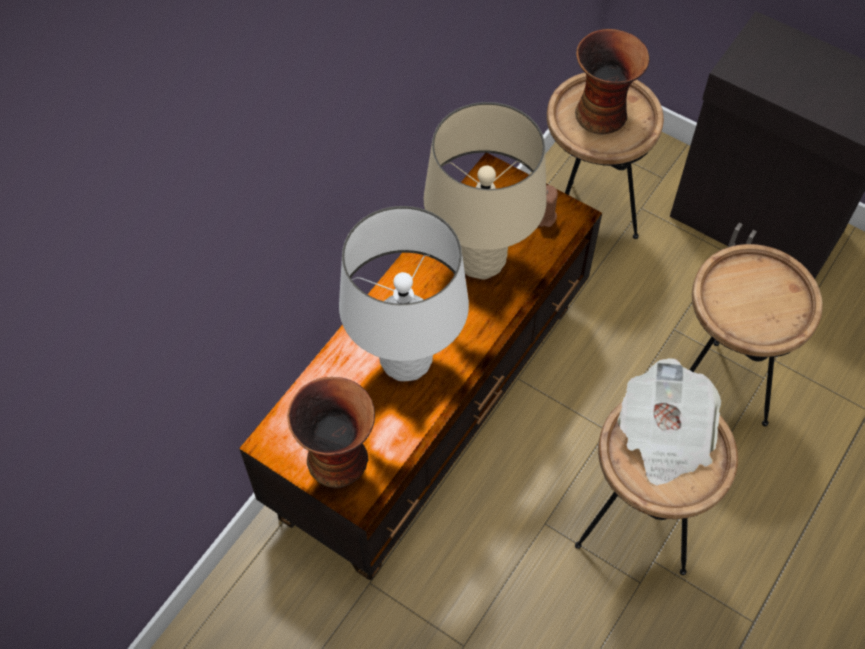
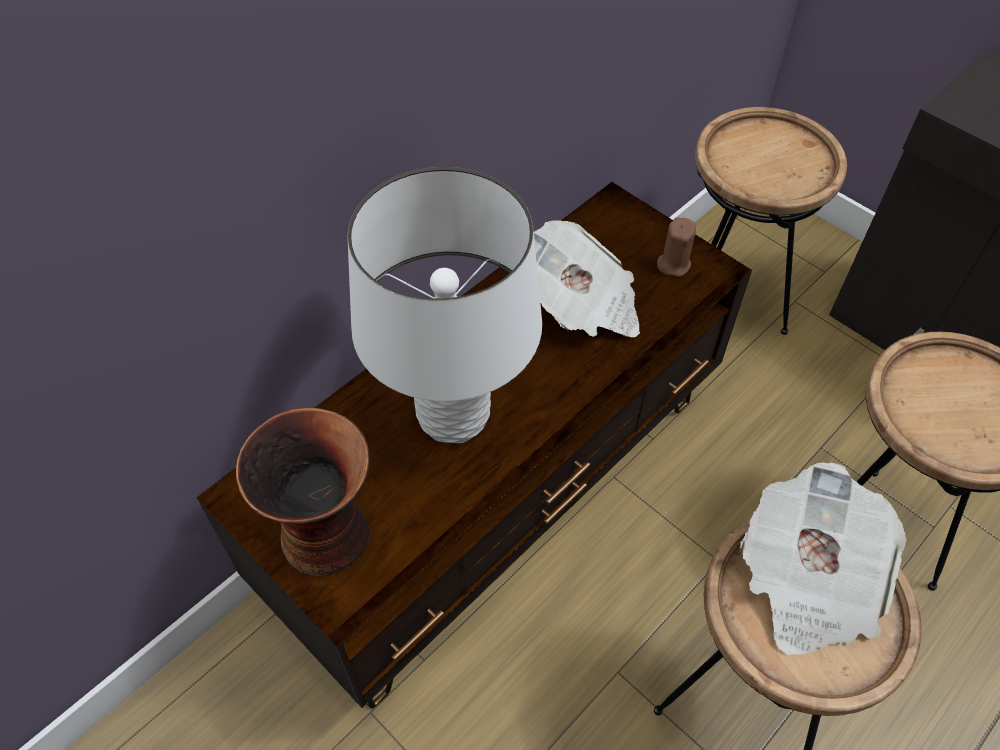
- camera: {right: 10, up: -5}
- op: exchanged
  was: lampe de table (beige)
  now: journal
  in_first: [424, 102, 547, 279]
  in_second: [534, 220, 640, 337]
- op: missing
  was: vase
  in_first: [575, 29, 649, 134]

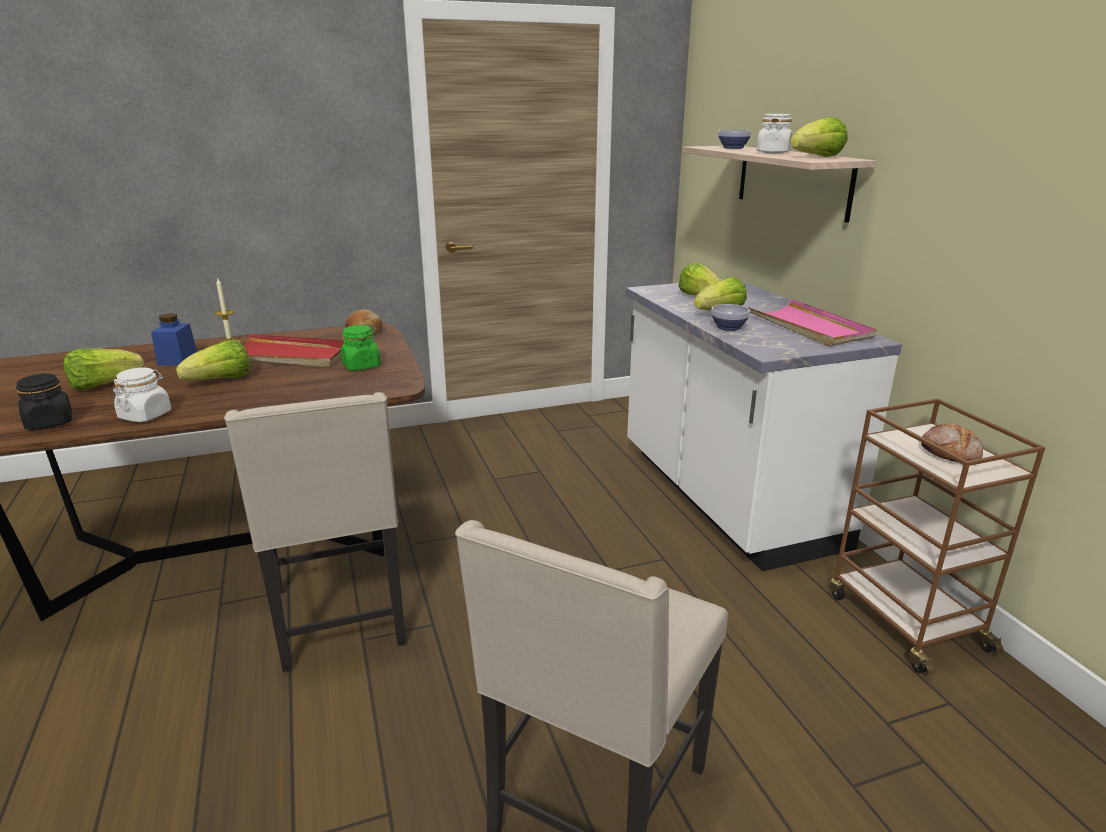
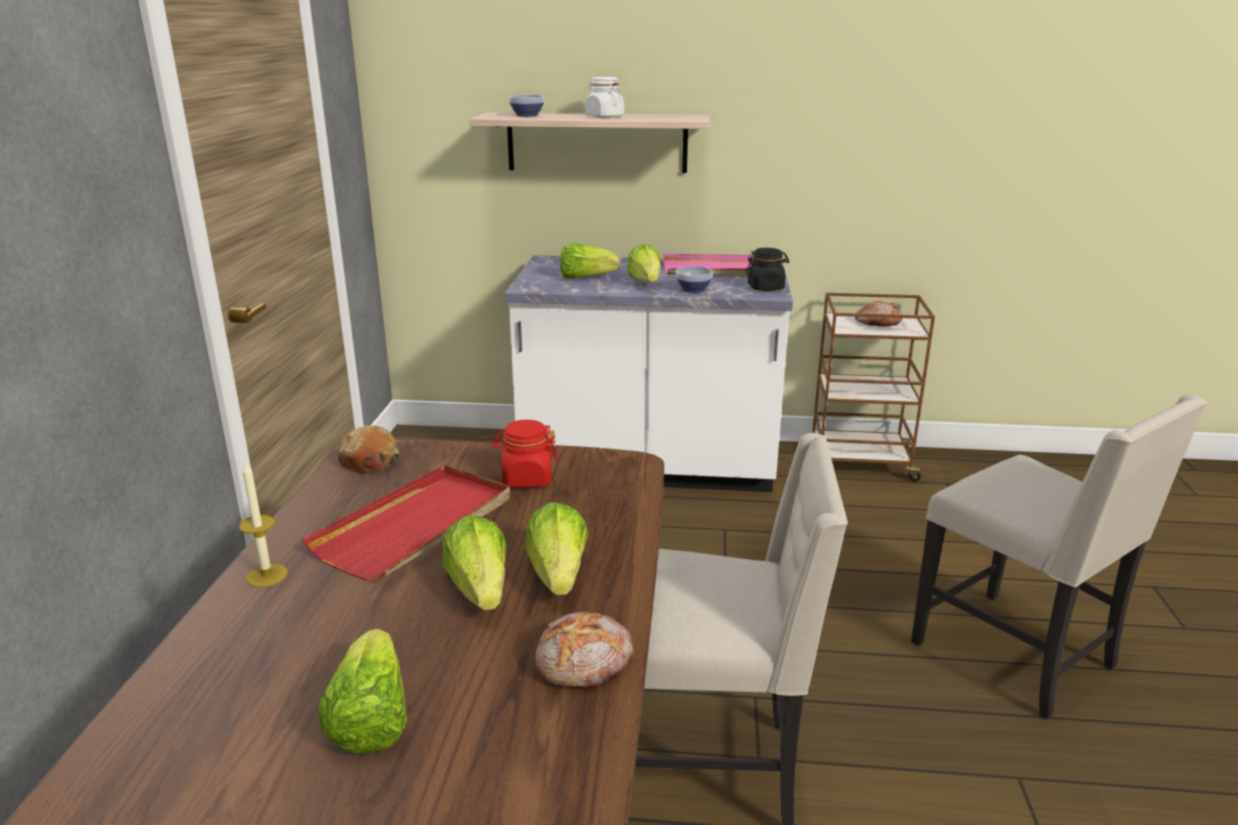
- camera: {right: -65, up: 0}
- op: colour
  was: bocal (vert)
  now: bocal (rouge)
  in_first: [340, 325, 380, 371]
  in_second: [493, 420, 558, 488]
- op: relocated
  was: laitue
  in_first: [790, 117, 847, 157]
  in_second: [525, 502, 588, 595]
- op: exchanged
  was: bocal (blanc)
  now: pain
  in_first: [113, 367, 171, 422]
  in_second: [535, 612, 633, 688]
- op: relocated
  was: bocal (noir)
  in_first: [16, 373, 72, 430]
  in_second: [746, 248, 790, 291]
- op: missing
  was: bocal (bleu)
  in_first: [151, 313, 197, 365]

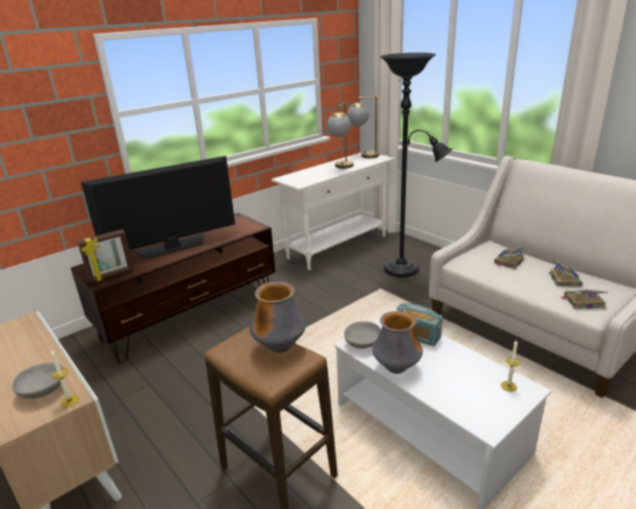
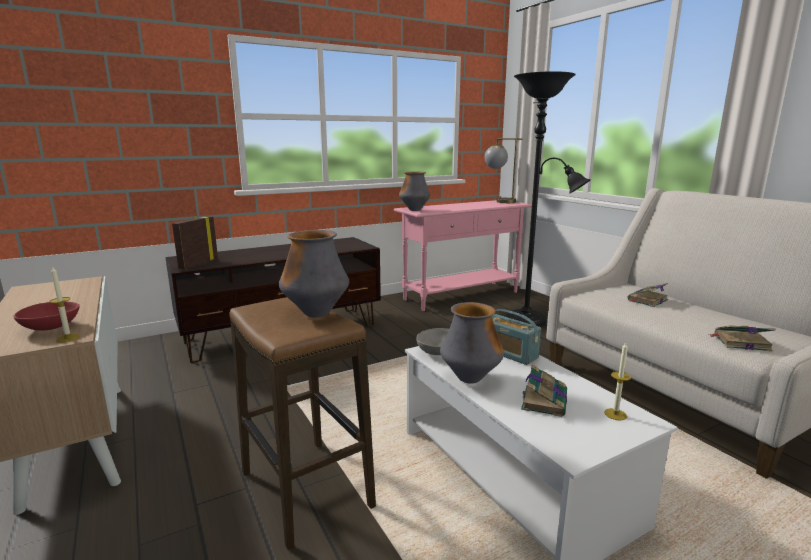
- camera: {right: 10, up: -10}
- op: colour
  was: bol (gris)
  now: bol (rouge)
  in_first: [12, 363, 65, 399]
  in_second: [13, 302, 80, 331]
- op: spun
  was: cadre photo
  in_first: [77, 229, 134, 283]
  in_second: [172, 216, 218, 270]
  clockwise: 135
- op: colour
  was: table console (blanc)
  now: table console (rose)
  in_first: [271, 152, 395, 270]
  in_second: [394, 200, 532, 311]
- op: appeared
  now: vase
  in_second: [399, 172, 430, 211]
- op: relocated
  was: livre
  in_first: [549, 260, 583, 287]
  in_second: [521, 364, 567, 417]
- op: missing
  was: téléviseur
  in_first: [81, 156, 235, 259]
- op: missing
  was: lampe de table
  in_first: [327, 102, 354, 169]

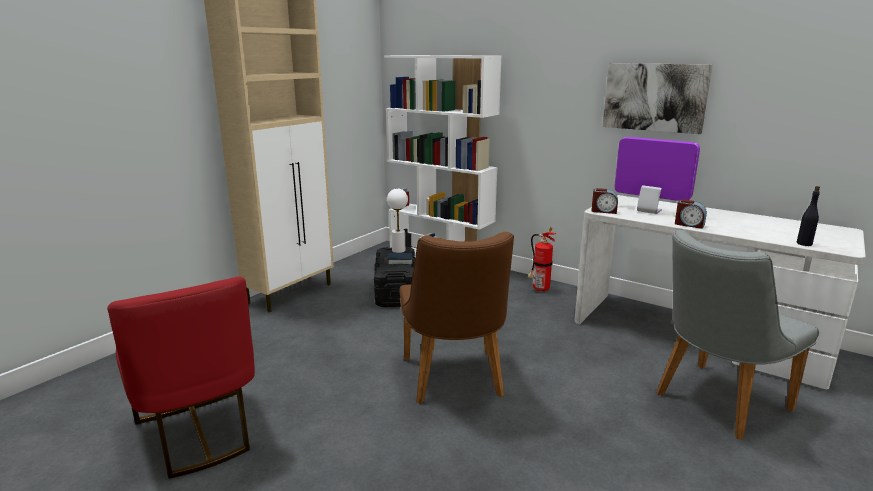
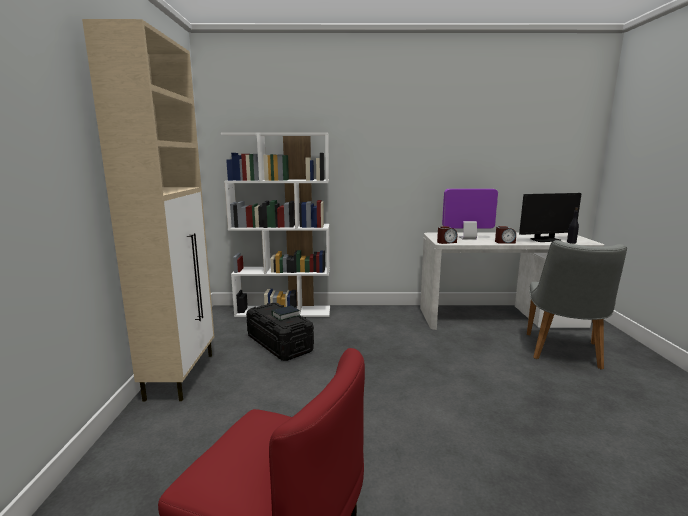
- camera: {right: -35, up: -5}
- op: appeared
  now: écran d'ordinateur
  in_second: [519, 193, 581, 242]
- op: missing
  was: lampe de table (blanc)
  in_first: [387, 188, 408, 253]
- op: missing
  was: chaise (marron)
  in_first: [399, 232, 514, 404]
- op: missing
  was: extincteur
  in_first: [528, 227, 556, 292]
- op: missing
  was: tableau
  in_first: [603, 63, 713, 134]

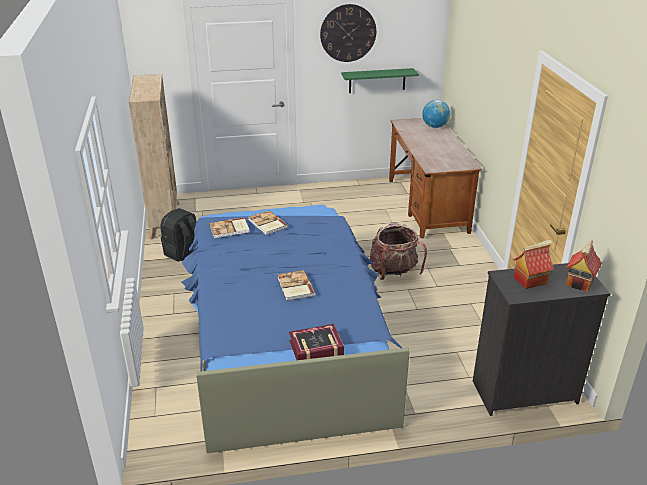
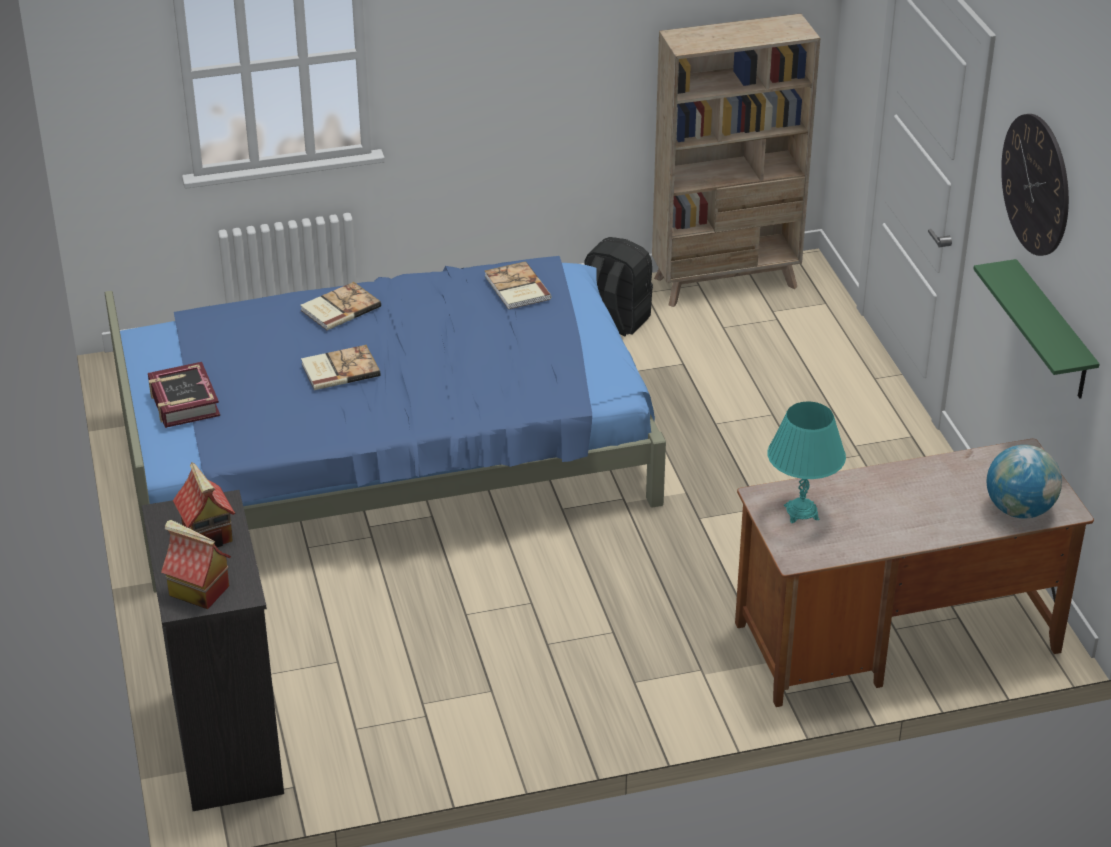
- camera: {right: 85, up: 5}
- op: relocated
  was: livre
  in_first: [248, 210, 288, 235]
  in_second: [300, 282, 381, 330]
- op: appeared
  now: lampe de table (turquoise)
  in_second: [767, 402, 846, 523]
- op: missing
  was: sac à dos
  in_first: [370, 222, 427, 280]

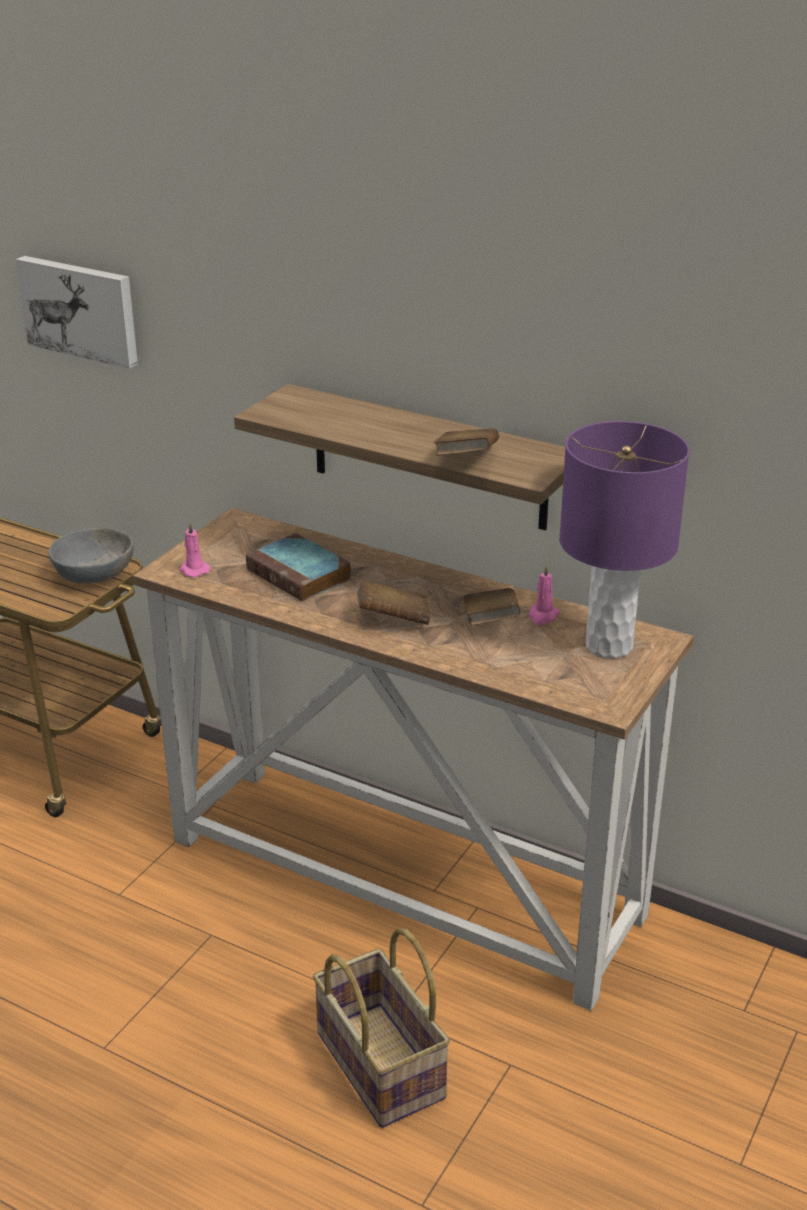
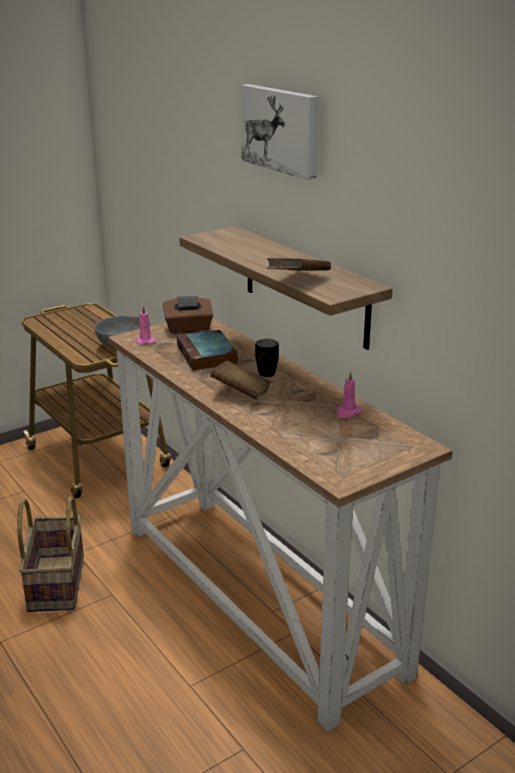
- camera: {right: 25, up: -5}
- op: relocated
  was: panier
  in_first: [313, 927, 450, 1128]
  in_second: [17, 496, 84, 612]
- op: appeared
  now: boîte à mouchoirs (marron)
  in_second: [163, 296, 213, 334]
- op: relocated
  was: tableau
  in_first: [16, 256, 138, 369]
  in_second: [241, 84, 319, 180]
- op: appeared
  now: mug (noir)
  in_second: [255, 339, 279, 377]
- op: missing
  was: livre (marron)
  in_first: [464, 588, 521, 625]
- op: missing
  was: lampe de table (violet)
  in_first: [559, 421, 689, 659]

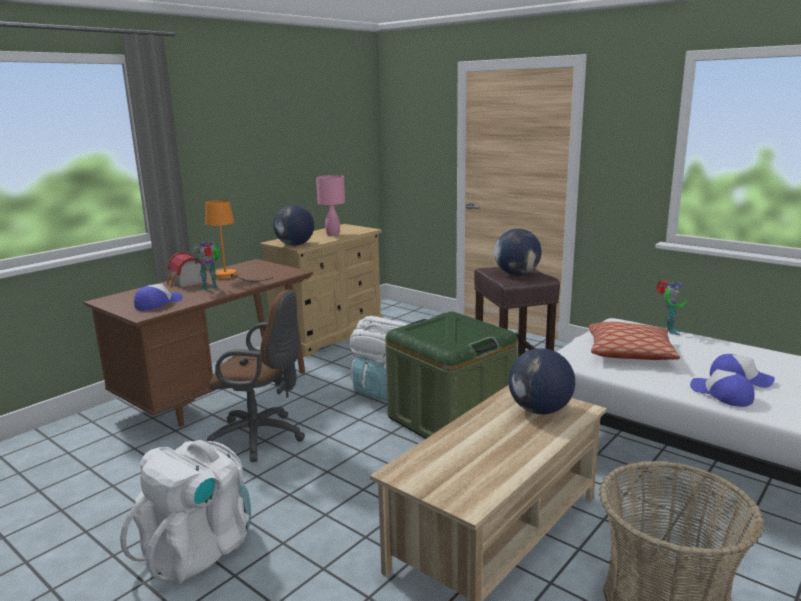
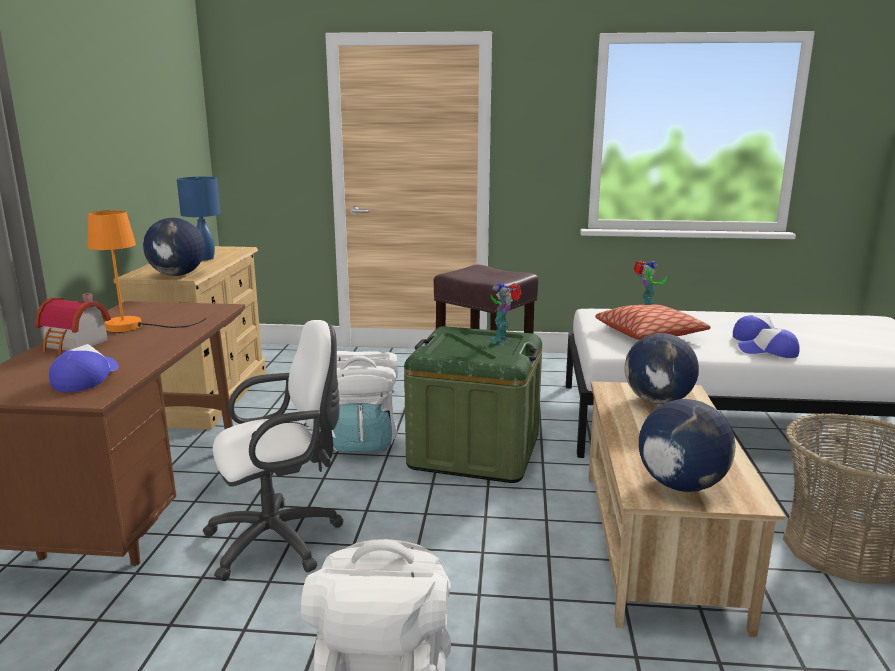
- camera: {right: -35, up: 0}
- op: colour
  was: lampe de table (rose)
  now: lampe de table (bleu)
  in_first: [316, 175, 345, 236]
  in_second: [177, 177, 220, 260]
- op: colour
  was: chaise de bureau (marron)
  now: chaise de bureau (blanc)
  in_first: [206, 290, 305, 462]
  in_second: [203, 320, 344, 581]
- op: relocated
  was: robot jouet
  in_first: [193, 242, 220, 291]
  in_second: [487, 282, 522, 345]
- op: relocated
  was: globe
  in_first: [494, 228, 542, 275]
  in_second: [639, 399, 735, 492]

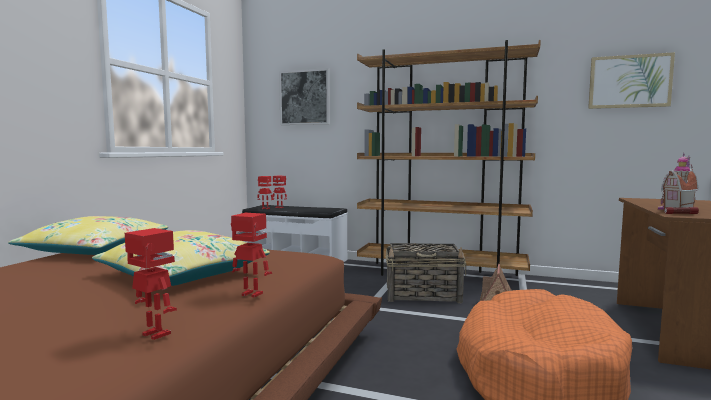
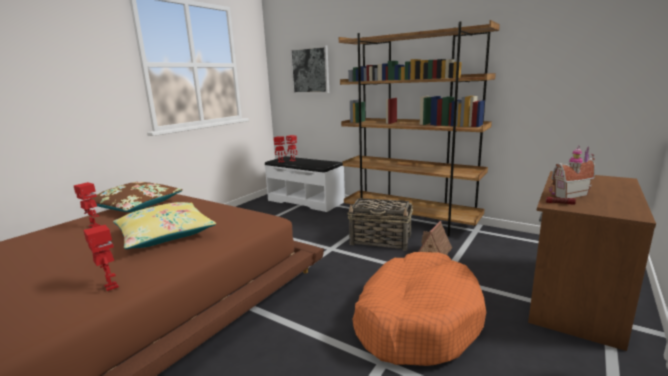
- camera: {right: 15, up: 10}
- op: relocated
  was: robot jouet
  in_first: [231, 213, 272, 297]
  in_second: [74, 182, 101, 228]
- op: colour
  was: coussin (jaune)
  now: coussin (marron)
  in_first: [8, 216, 168, 255]
  in_second: [90, 182, 183, 212]
- op: missing
  was: tableau
  in_first: [588, 52, 675, 109]

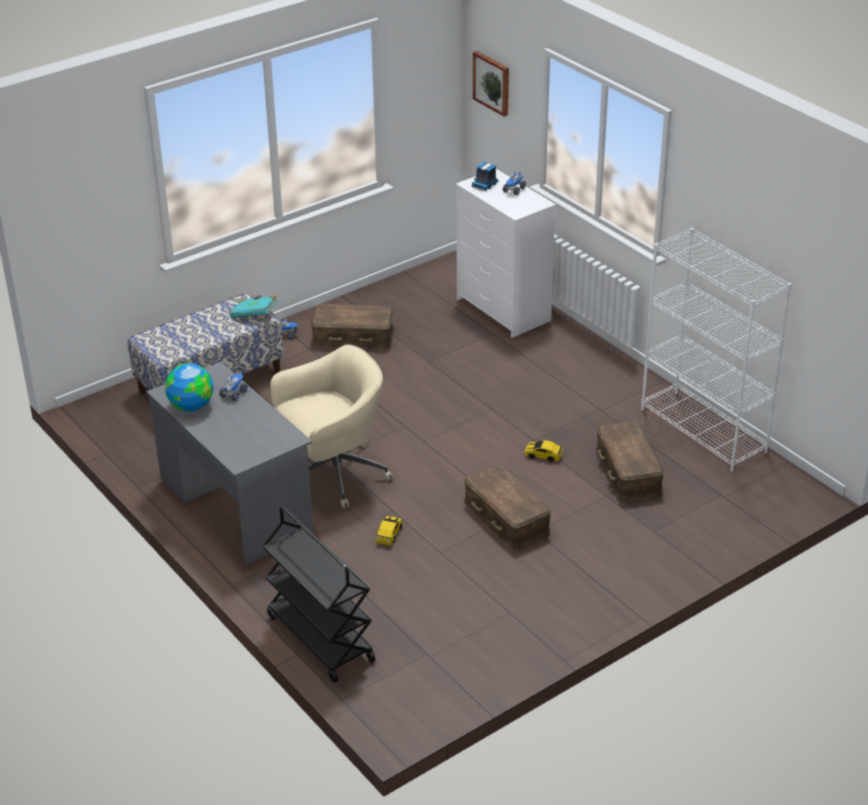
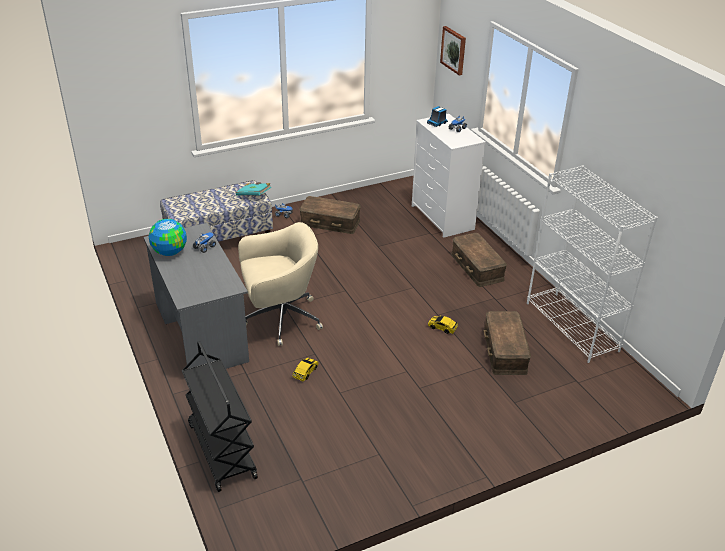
- camera: {right: 10, up: 0}
- op: relocated
  was: boîte de rangement (marron)
  in_first: [464, 465, 551, 550]
  in_second: [451, 233, 507, 287]

